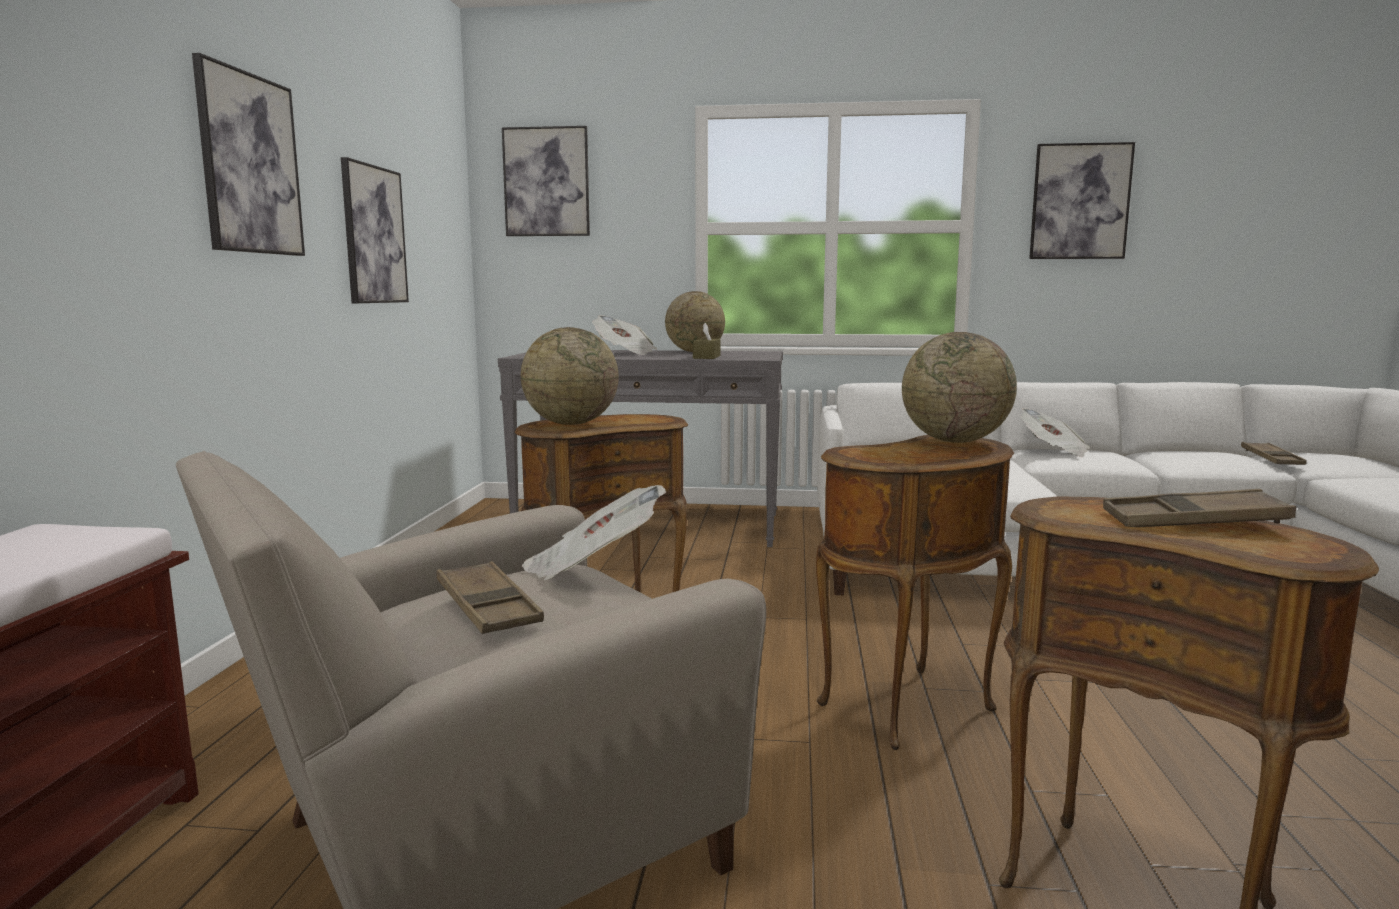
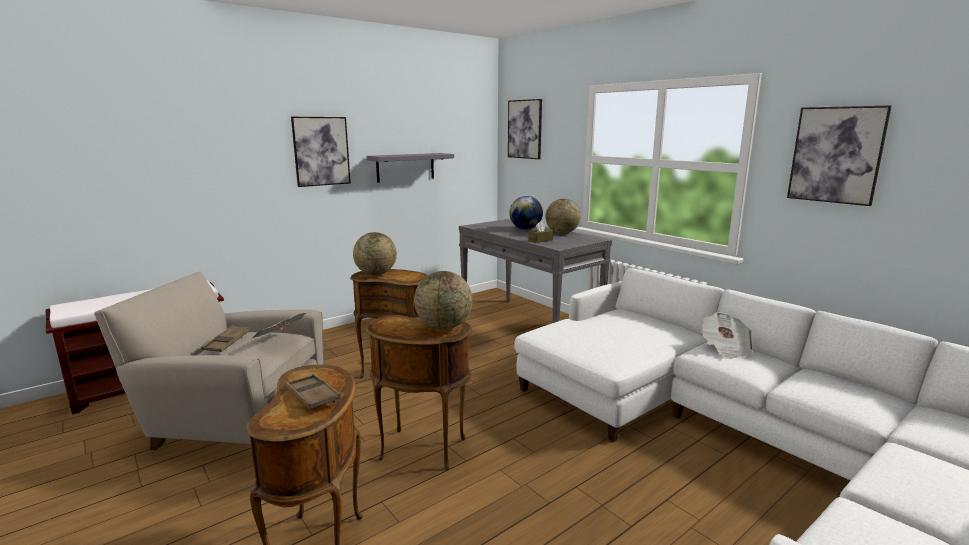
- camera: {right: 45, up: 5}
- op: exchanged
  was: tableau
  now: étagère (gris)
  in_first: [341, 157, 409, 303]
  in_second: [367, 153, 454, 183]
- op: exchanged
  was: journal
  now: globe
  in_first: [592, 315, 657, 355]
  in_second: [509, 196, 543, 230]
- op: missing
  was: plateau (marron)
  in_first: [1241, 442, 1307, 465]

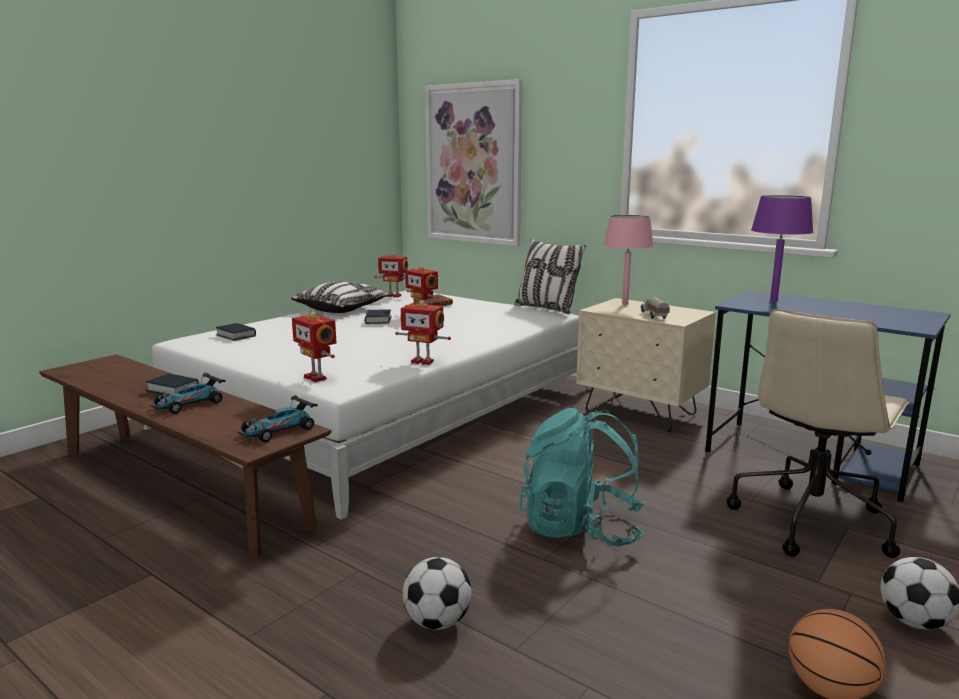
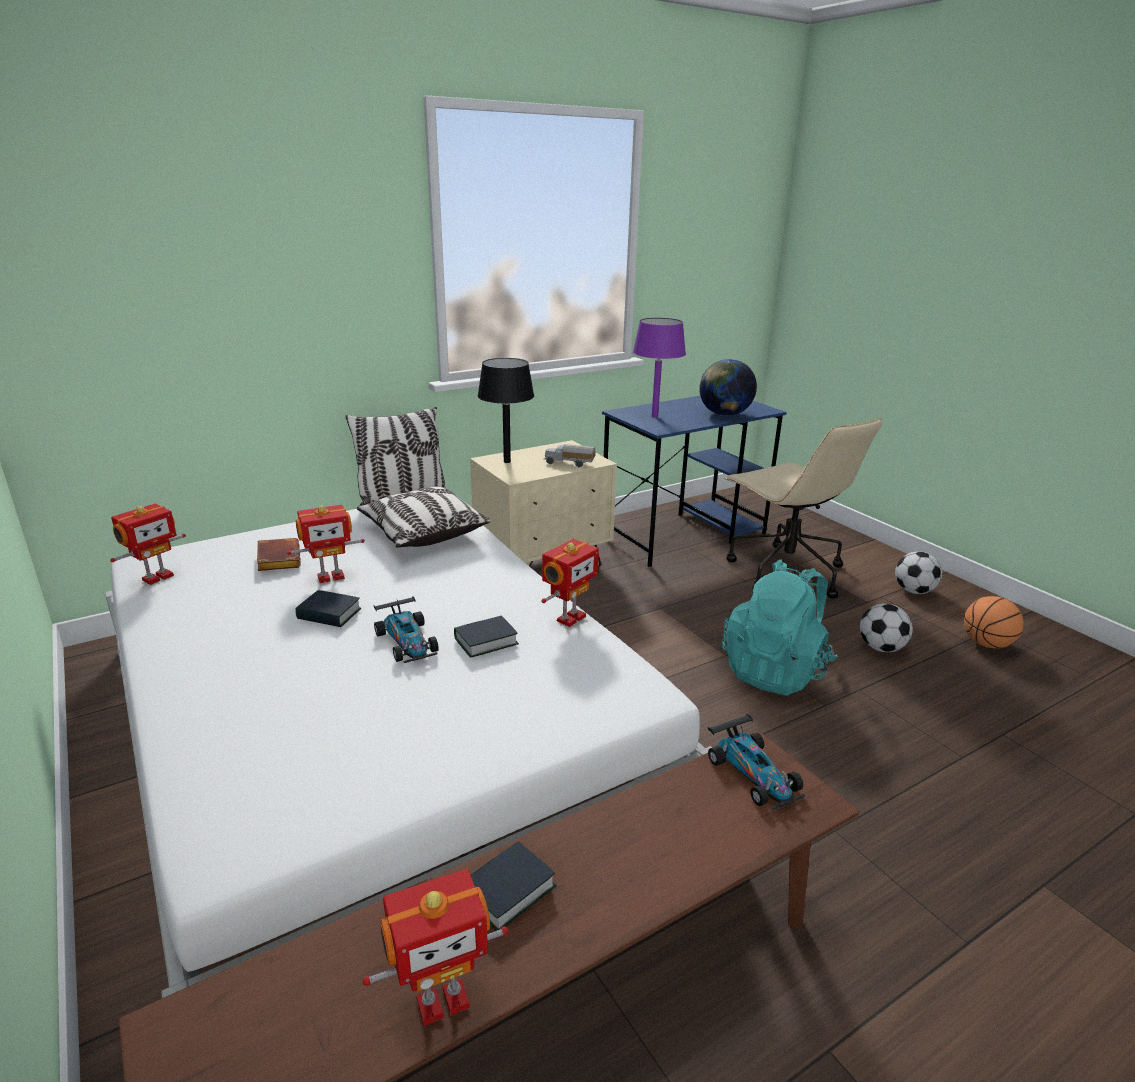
- camera: {right: -70, up: 10}
- op: relocated
  was: coussin
  in_first: [291, 281, 390, 313]
  in_second: [357, 487, 491, 548]
- op: relocated
  was: robot jouet
  in_first: [292, 312, 336, 382]
  in_second: [363, 869, 508, 1026]
- op: relocated
  was: petite voiture
  in_first: [150, 373, 225, 414]
  in_second: [374, 596, 439, 663]
- op: relocated
  was: livre
  in_first: [215, 323, 256, 341]
  in_second: [454, 615, 519, 658]
- op: colour
  was: lampe de table (rose)
  now: lampe de table (noir)
  in_first: [604, 215, 654, 305]
  in_second: [478, 358, 534, 463]
- op: appeared
  now: globe
  in_second: [699, 359, 757, 416]
- op: relocated
  was: ballon de foot
  in_first: [402, 557, 471, 630]
  in_second: [860, 603, 913, 652]
- op: missing
  was: tableau
  in_first: [425, 79, 522, 246]

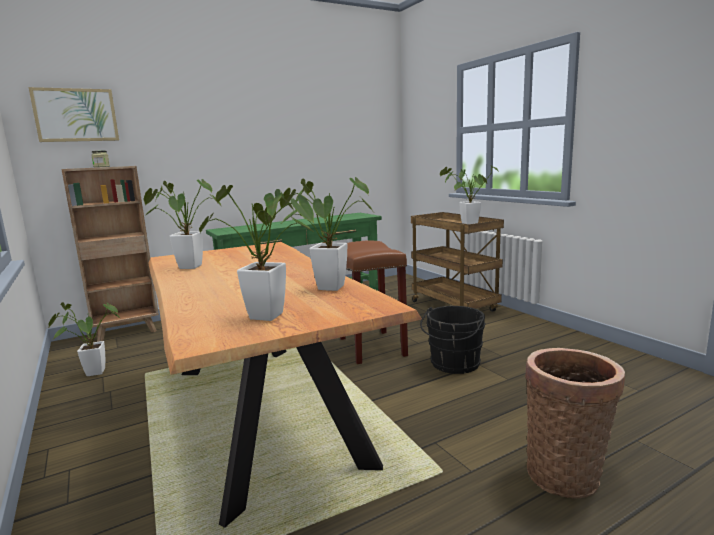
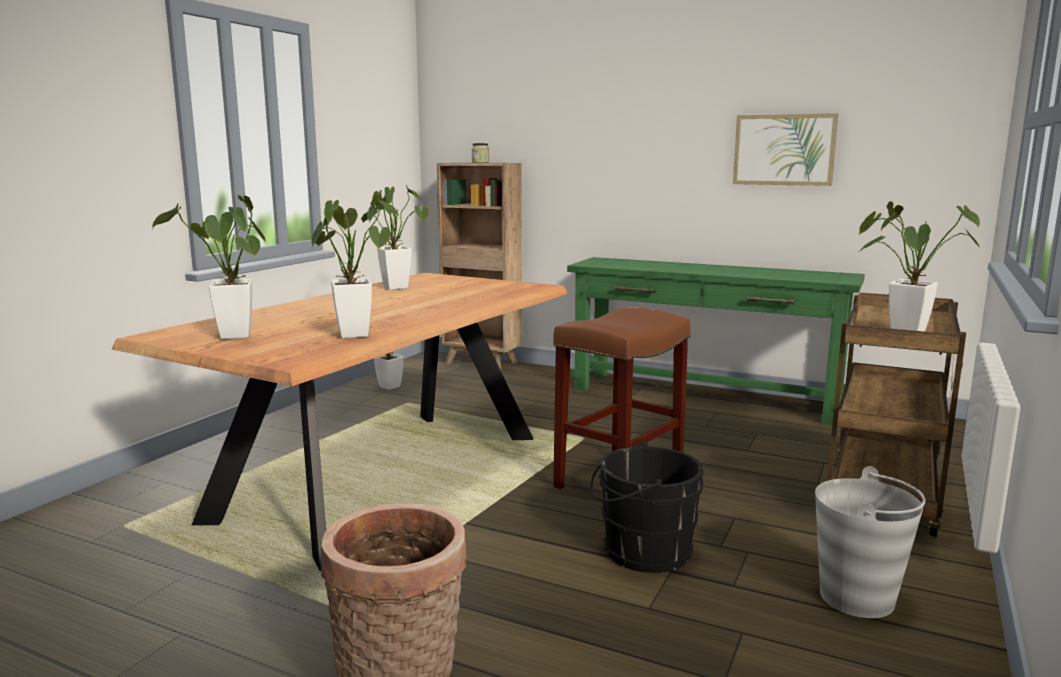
- camera: {right: 55, up: 0}
- op: relocated
  was: tableau
  in_first: [29, 87, 119, 142]
  in_second: [733, 113, 838, 186]
- op: appeared
  now: seau (gris)
  in_second: [815, 466, 926, 618]

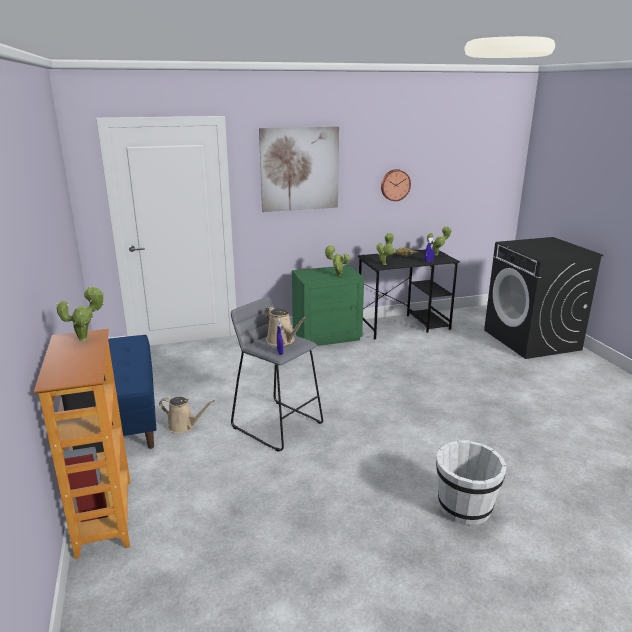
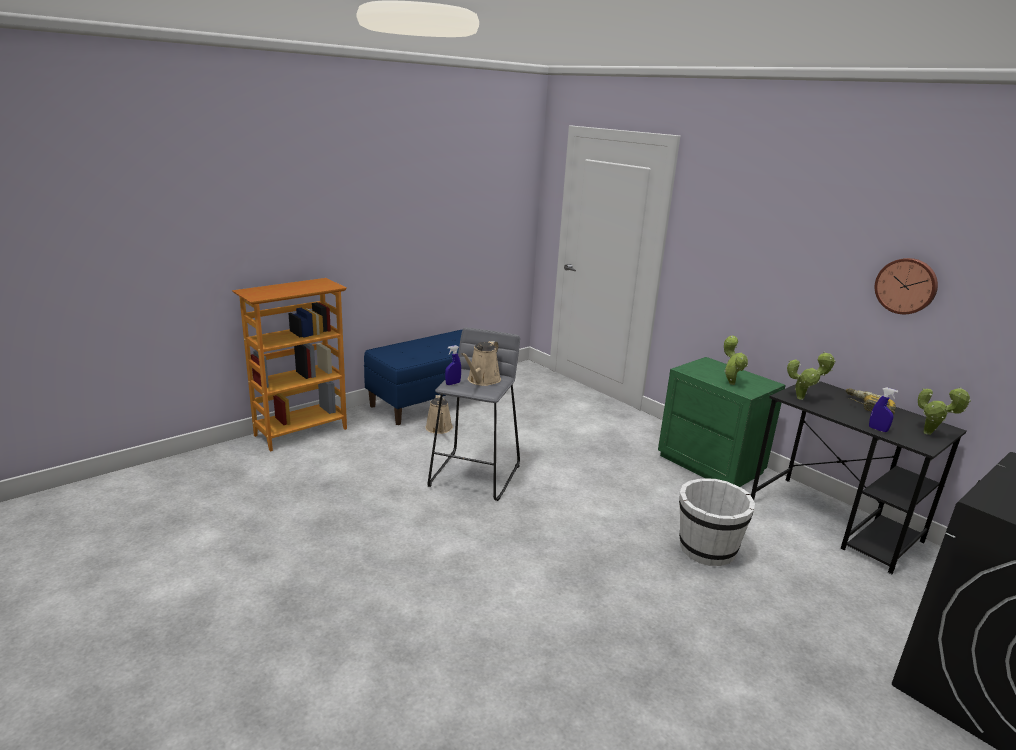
- camera: {right: 65, up: 0}
- op: relocated
  was: seau (blanc)
  in_first: [436, 440, 507, 525]
  in_second: [679, 478, 755, 566]
- op: missing
  was: plante en pot
  in_first: [56, 286, 105, 341]
- op: missing
  was: tableau
  in_first: [259, 126, 339, 212]

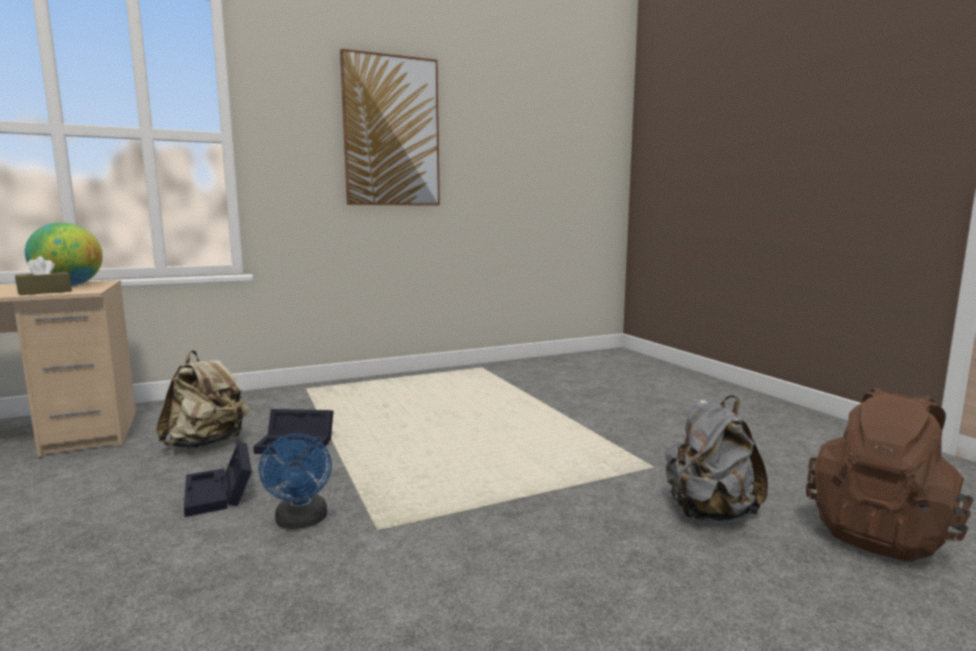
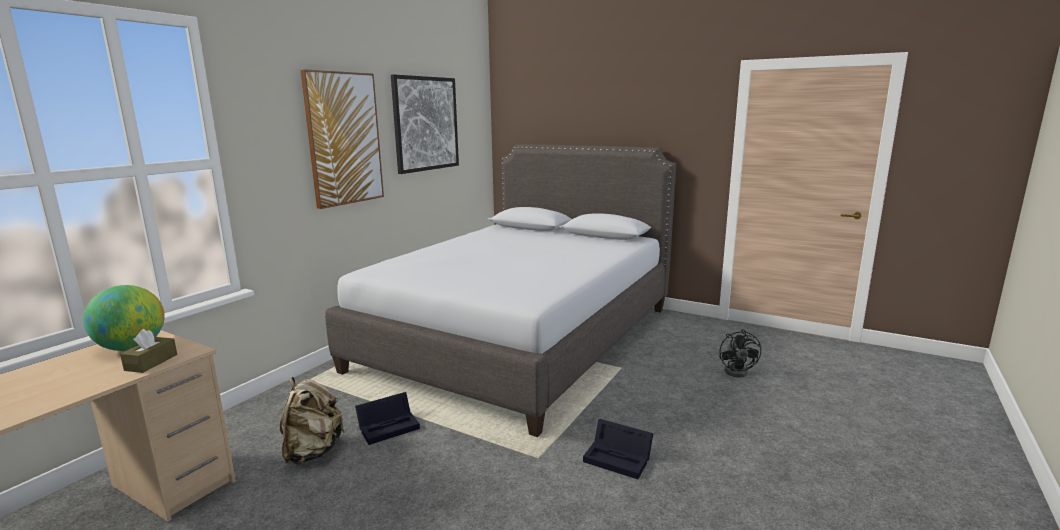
- camera: {right: -35, up: 5}
- op: appeared
  now: lit (gris)
  in_second: [325, 144, 676, 437]
- op: appeared
  now: tableau
  in_second: [391, 75, 459, 174]
- op: relocated
  was: boîte de rangement (noir)
  in_first: [184, 441, 252, 517]
  in_second: [583, 419, 653, 479]
- op: exchanged
  was: sac à dos (marron)
  now: ventilateur (noir)
  in_first: [806, 387, 974, 562]
  in_second: [719, 329, 761, 377]
- op: missing
  was: ventilateur (bleu)
  in_first: [259, 434, 332, 529]
- op: missing
  was: sac à dos (gris)
  in_first: [665, 396, 768, 521]

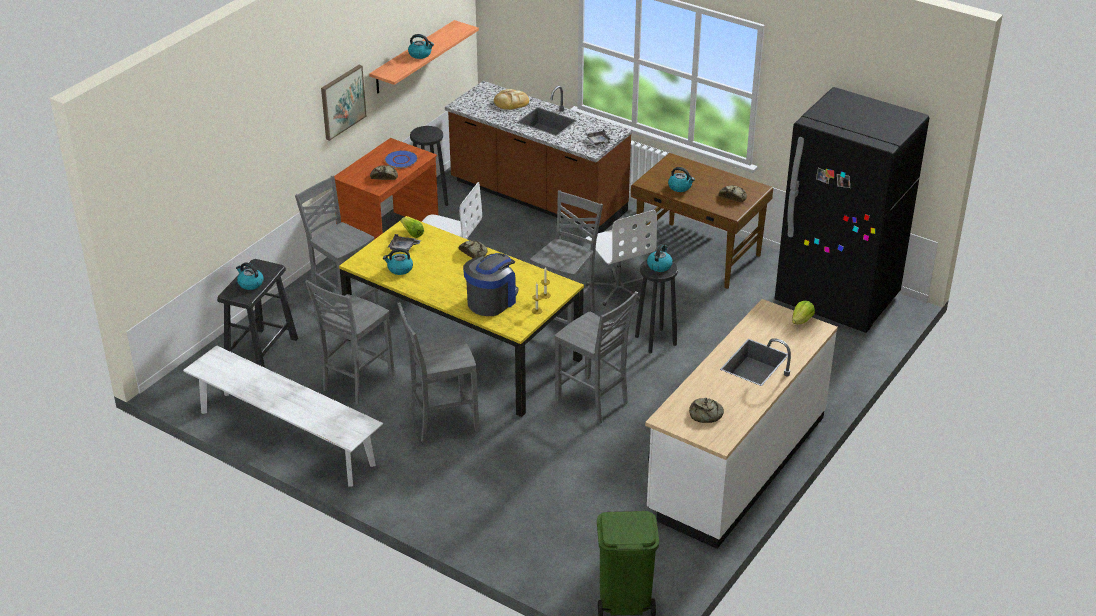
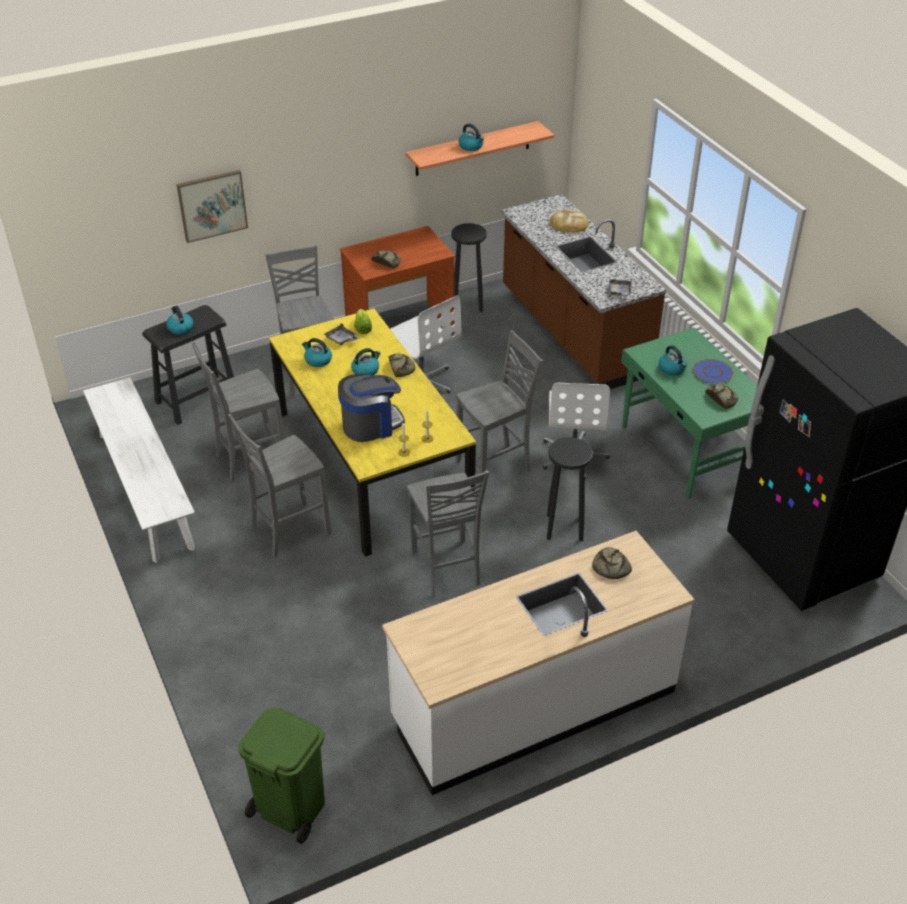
- camera: {right: 30, up: 5}
- op: relocated
  was: tableau
  in_first: [321, 65, 367, 141]
  in_second: [176, 170, 248, 243]
- op: spun
  was: chaise (gris)
  in_first: [397, 302, 479, 442]
  in_second: [228, 414, 331, 557]
  clockwise: -45
- op: relocated
  was: bouilloire
  in_first: [647, 244, 673, 272]
  in_second: [351, 348, 381, 376]
- op: relocated
  was: pain
  in_first: [689, 398, 724, 423]
  in_second: [592, 547, 632, 579]
- op: colour
  was: bureau (marron)
  now: bureau (vert)
  in_first: [631, 153, 773, 289]
  in_second: [622, 327, 757, 499]
- op: relocated
  was: assiette (bleu)
  in_first: [384, 150, 418, 168]
  in_second: [693, 359, 733, 384]
- op: missing
  was: laitue
  in_first: [792, 301, 815, 324]

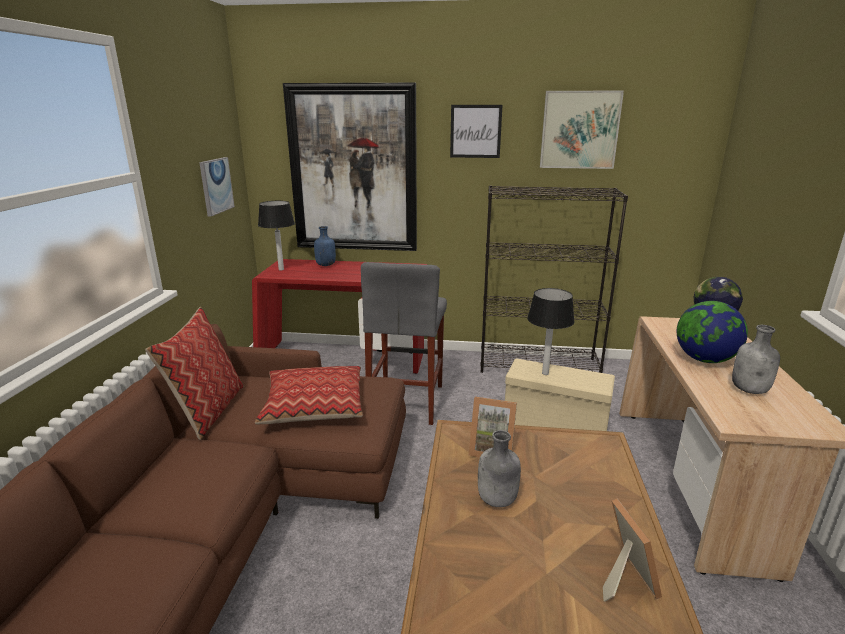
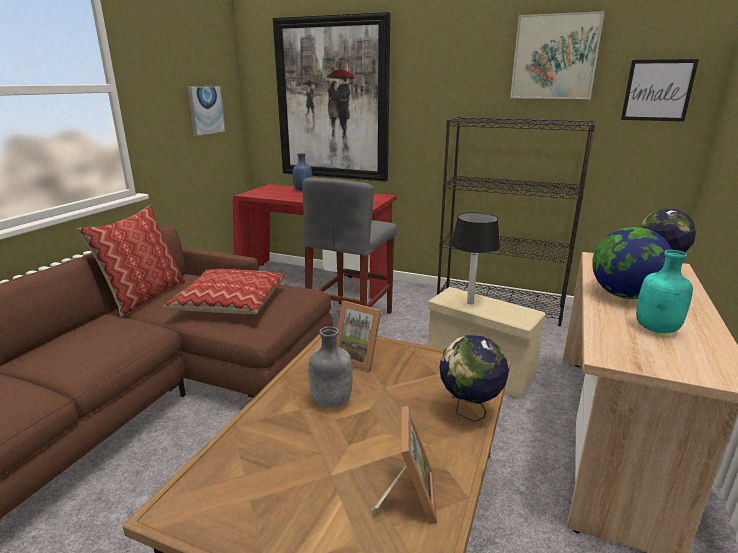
- camera: {right: 15, up: 0}
- op: appeared
  now: globe
  in_second: [440, 335, 509, 422]
- op: relocated
  was: tableau
  in_first: [450, 105, 502, 158]
  in_second: [621, 59, 699, 122]
- op: colour
  was: bouteille (gris)
  now: bouteille (turquoise)
  in_first: [732, 325, 780, 394]
  in_second: [636, 250, 693, 333]
- op: missing
  was: lampe de table
  in_first: [258, 201, 295, 270]

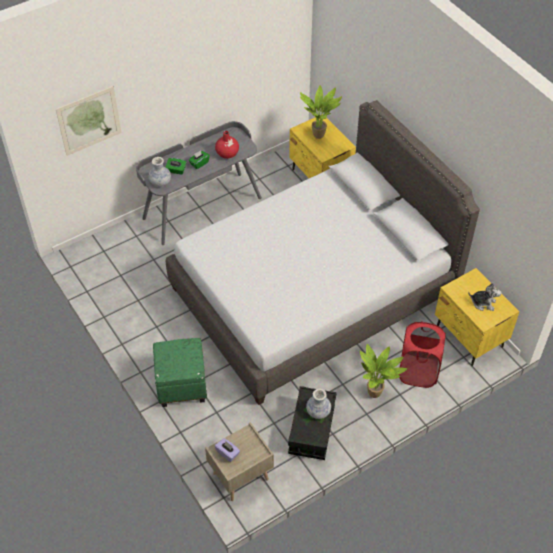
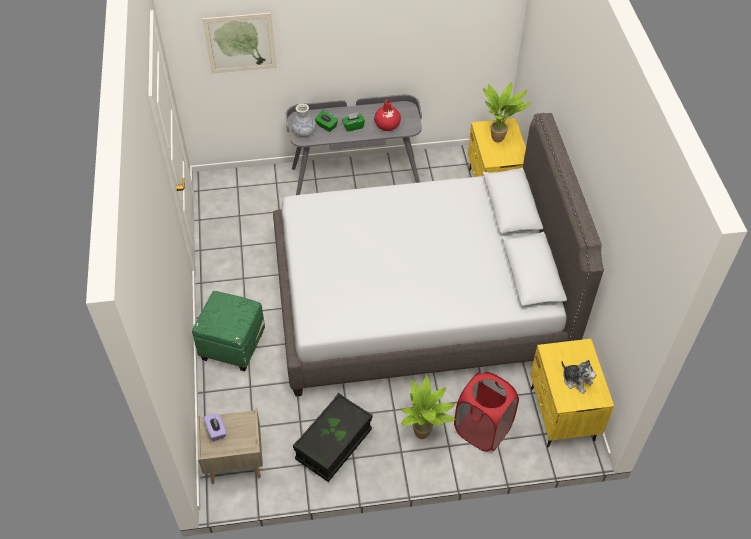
- camera: {right: 25, up: 0}
- op: missing
  was: vase
  in_first: [306, 389, 331, 419]

